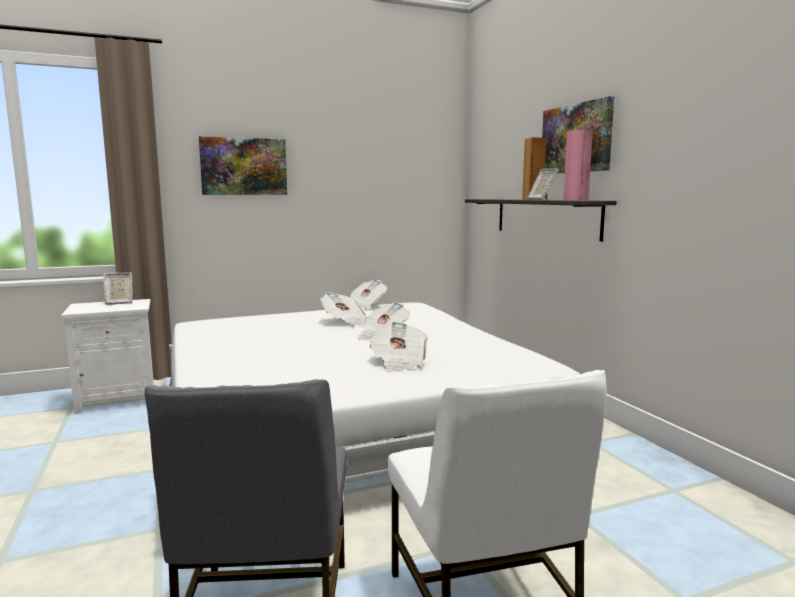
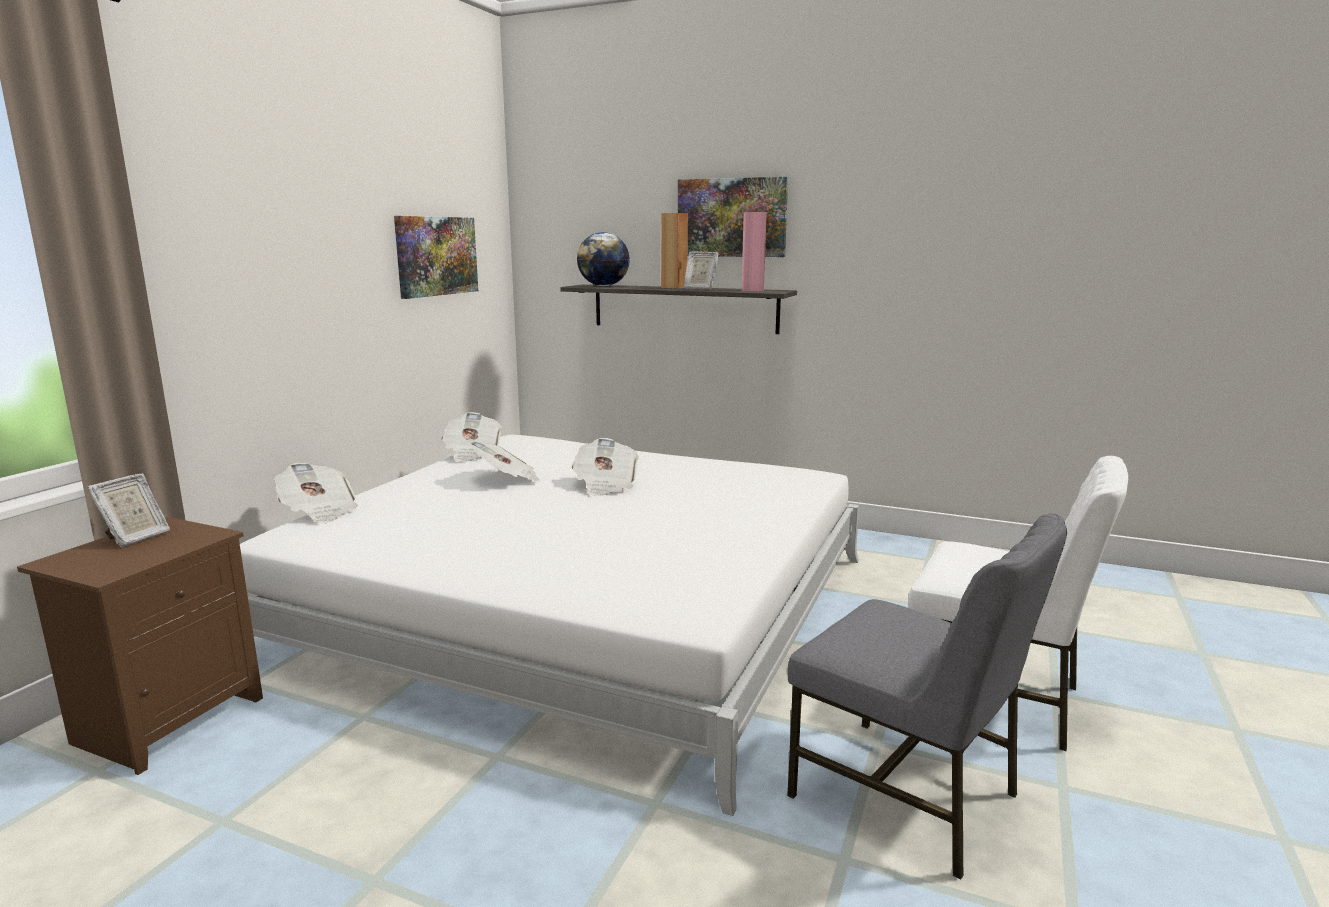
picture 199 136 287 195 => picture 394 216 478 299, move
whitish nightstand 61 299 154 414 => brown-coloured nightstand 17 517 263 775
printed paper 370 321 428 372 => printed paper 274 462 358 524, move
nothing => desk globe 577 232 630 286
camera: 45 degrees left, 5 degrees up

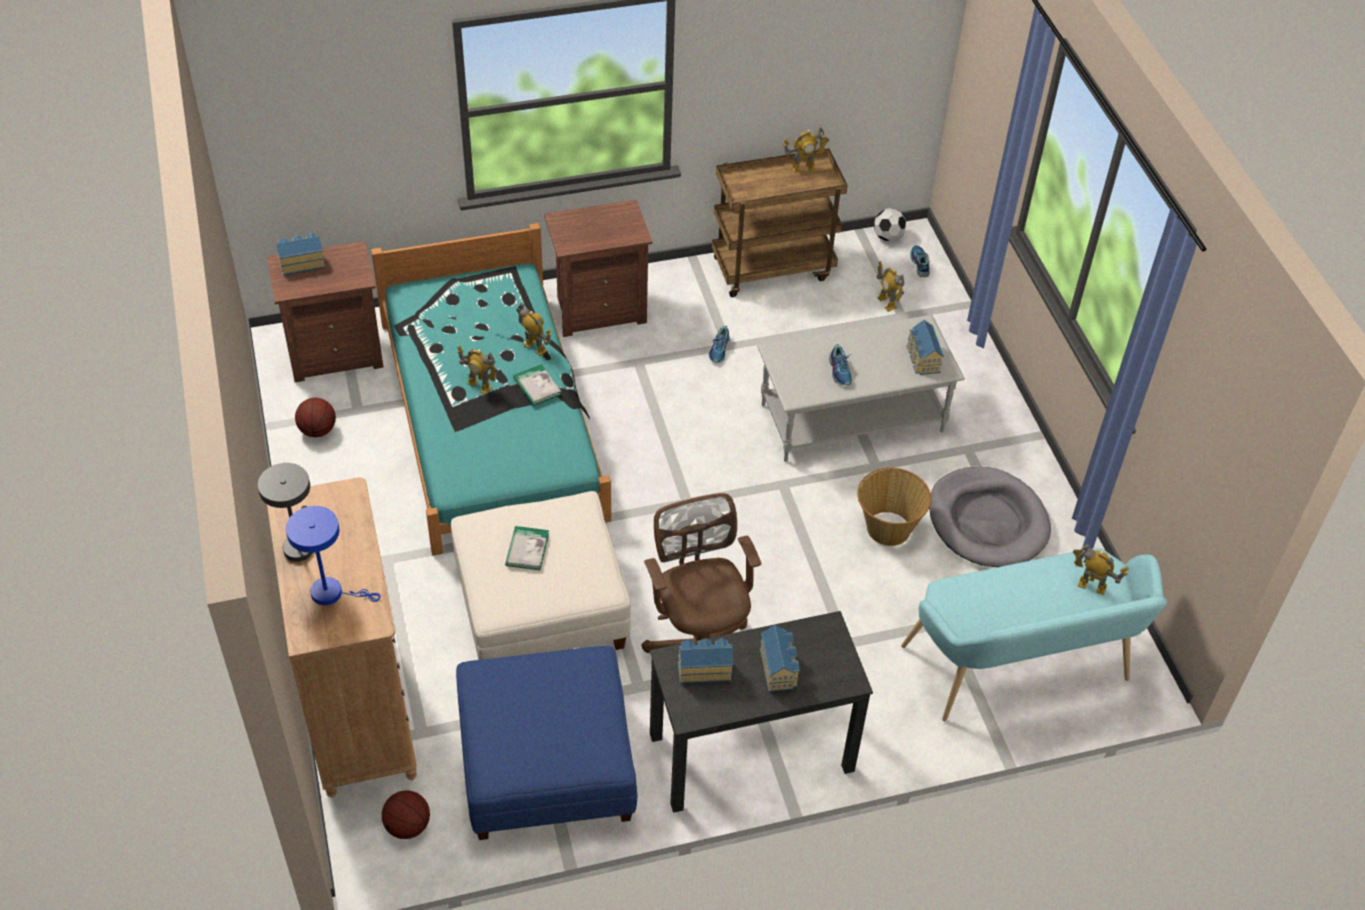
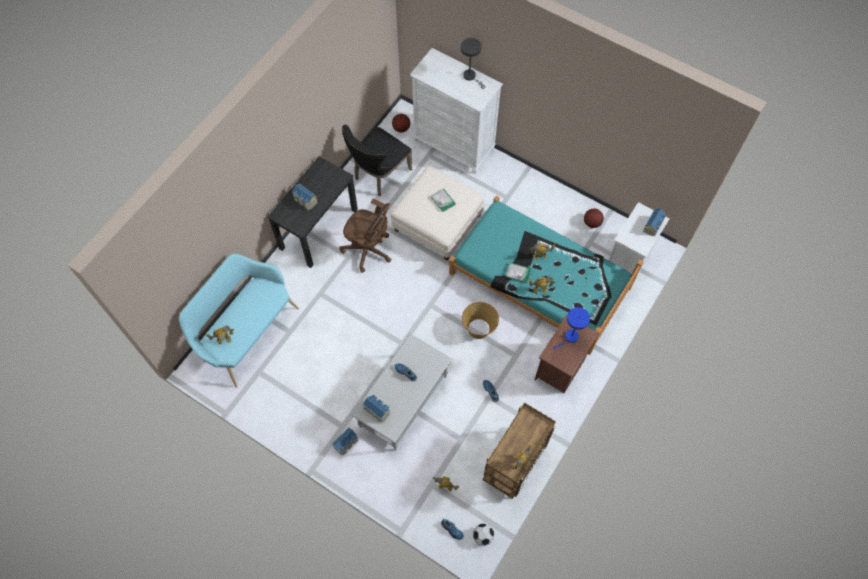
brown-coloured nightstand 267 241 384 382 => whitish nightstand 608 202 670 274
grey pet bed 929 467 1051 567 => nothing
storage basket 857 468 931 546 => storage basket 462 302 499 339, move
brown-coloured chest of drawers 267 477 417 797 => whitish chest of drawers 410 48 503 174
blue-coloured table lamp 286 506 381 605 => blue-coloured table lamp 553 307 590 349, move
toy house 678 638 733 684 => toy house 332 428 358 455, move
blue-coloured pouffe 456 646 637 840 => black chair 342 124 412 196
camera: 140 degrees right, 15 degrees up

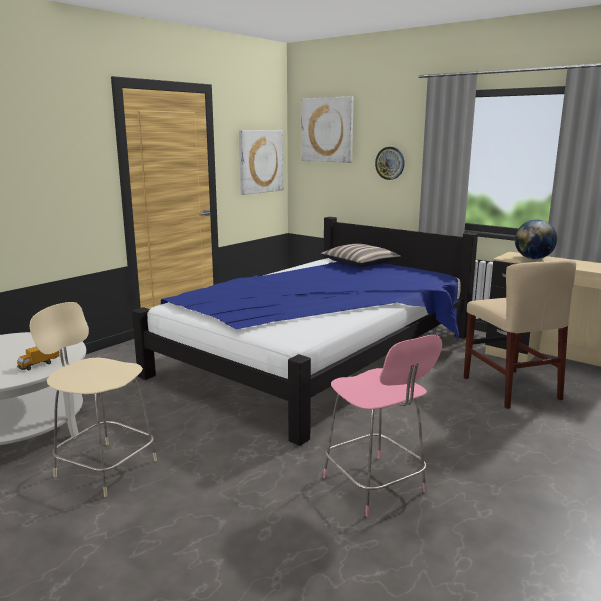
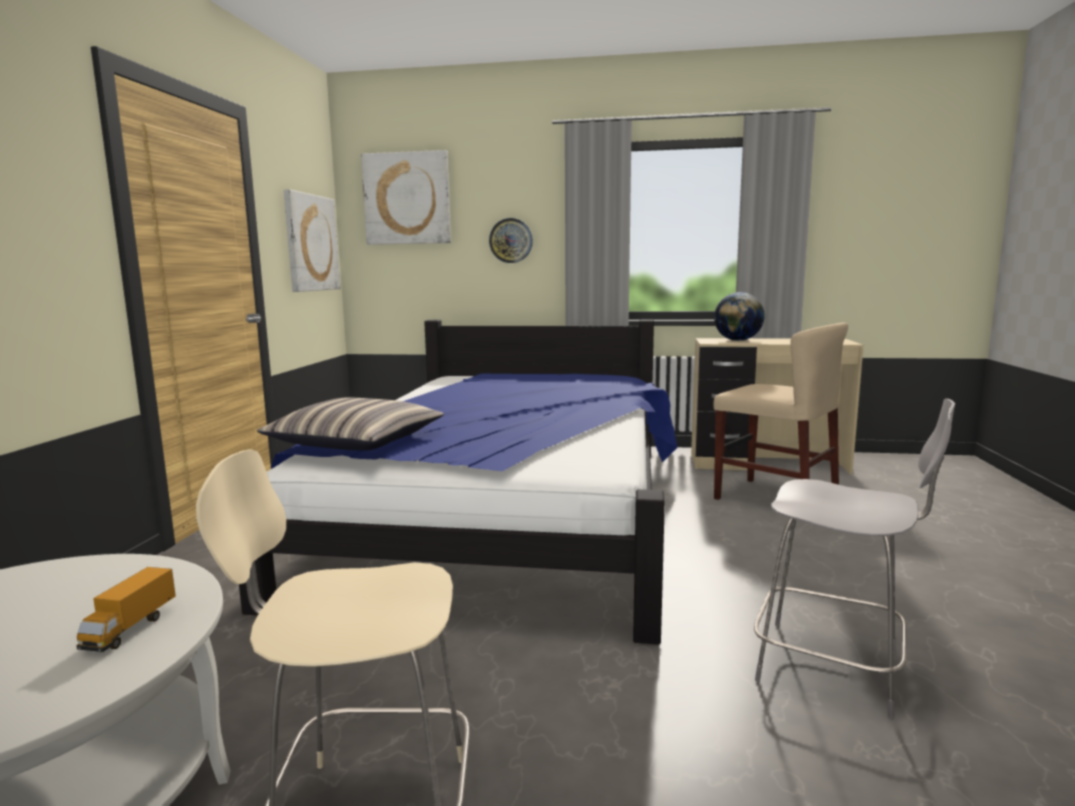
pillow 321 243 401 267 => pillow 257 397 444 451, move
pink-coloured chair 323 335 442 517 => grey chair 754 399 955 719
camera: 30 degrees left, 5 degrees down

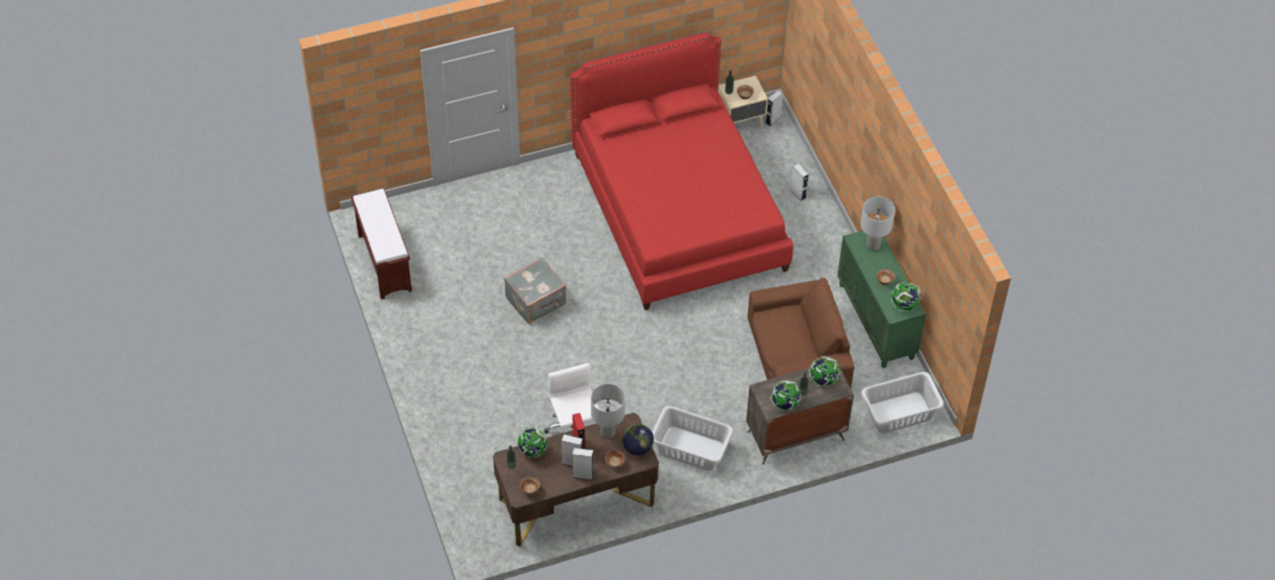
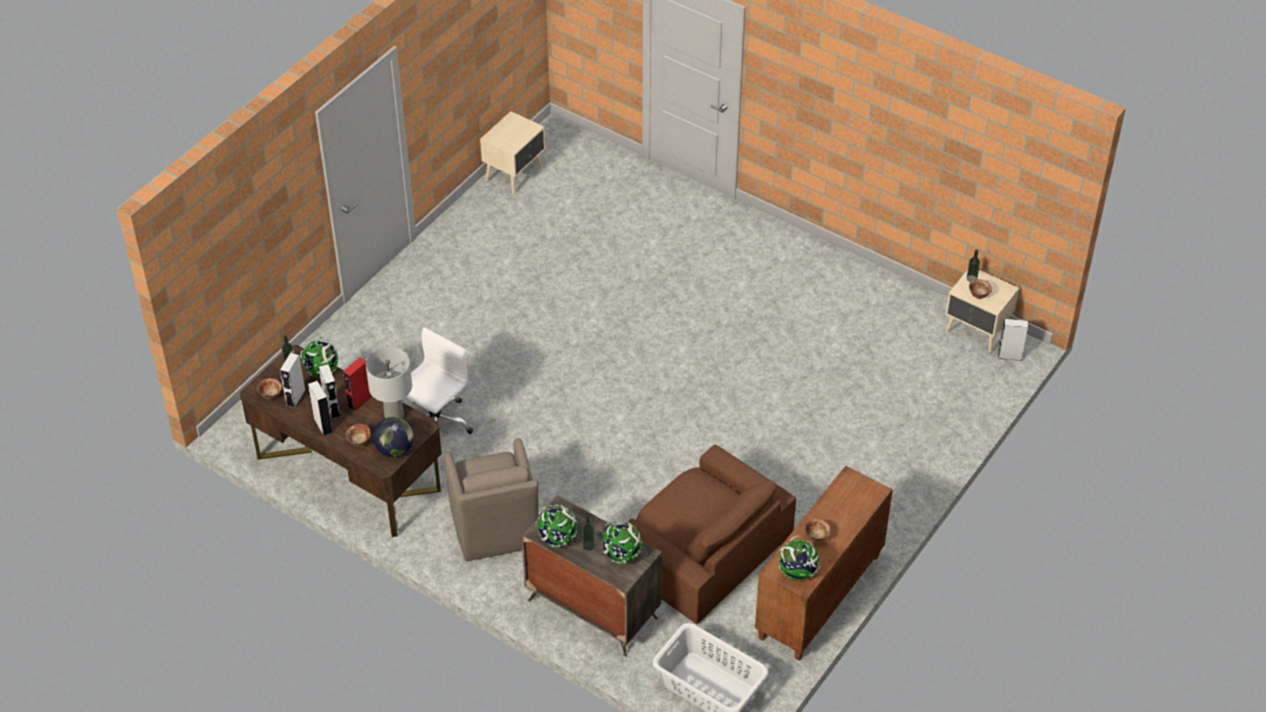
red bedroom bed 570 32 793 310 => nothing
grey loudspeaker 790 164 809 201 => grey loudspeaker 280 353 305 408, move
brown-coloured bench 351 189 412 299 => beige-coloured nightstand 480 111 545 194
grey table lamp 861 197 895 251 => nothing
greenish cabinet 837 231 926 368 => brown-coloured cabinet 755 466 893 660
grey travel case 504 258 566 324 => nothing
grey hamper 652 406 733 471 => brown-coloured lounge chair 444 438 539 561
camera: 55 degrees right, 5 degrees down

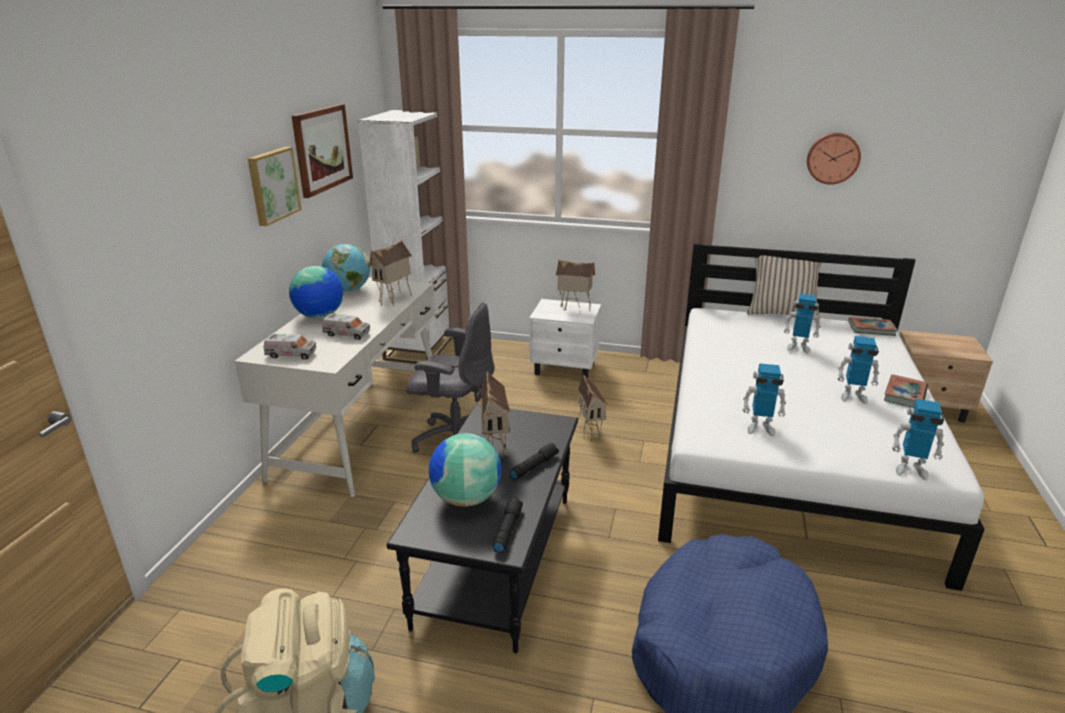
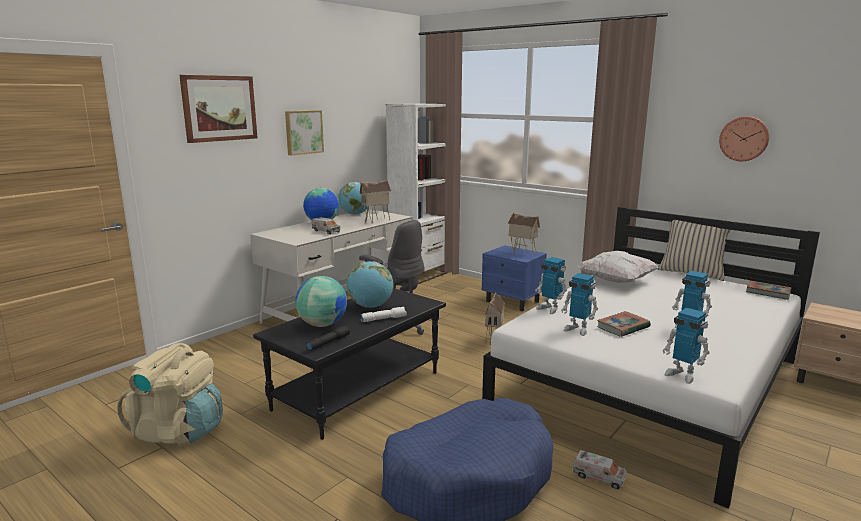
picture 292 104 353 198 => picture 179 75 258 143, move
model robot 784 294 821 354 => model robot 535 257 567 314, move
whitish nightstand 529 299 601 378 => blue-coloured nightstand 482 245 547 311
toy truck 264 334 316 359 => toy truck 572 450 627 490, move
toy house 481 371 511 456 => desk globe 347 261 394 308
book 884 374 928 408 => book 597 311 651 337, move
black hand torch 510 443 559 480 => whitish hand torch 361 307 407 322
nothing => whitish pillow 577 251 658 283
camera: 25 degrees right, 10 degrees down

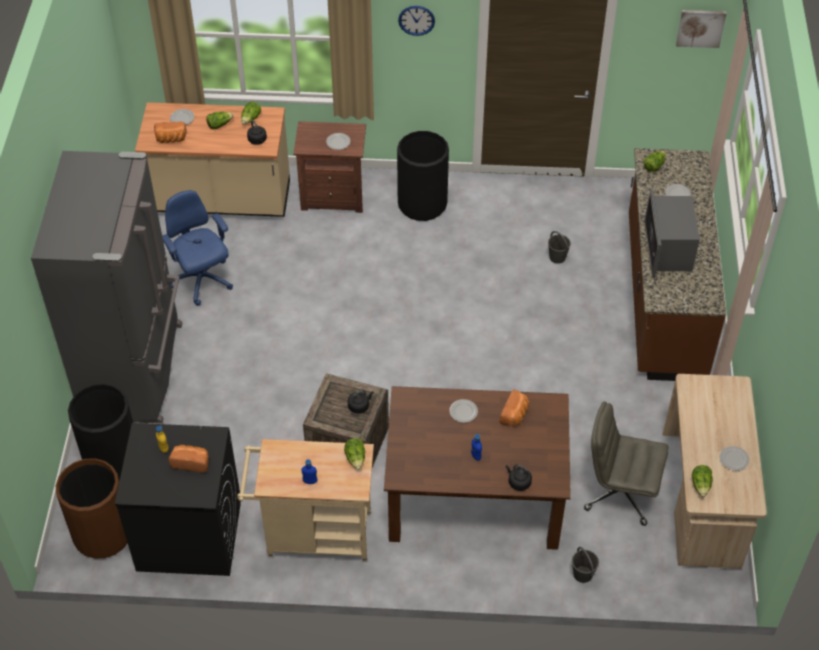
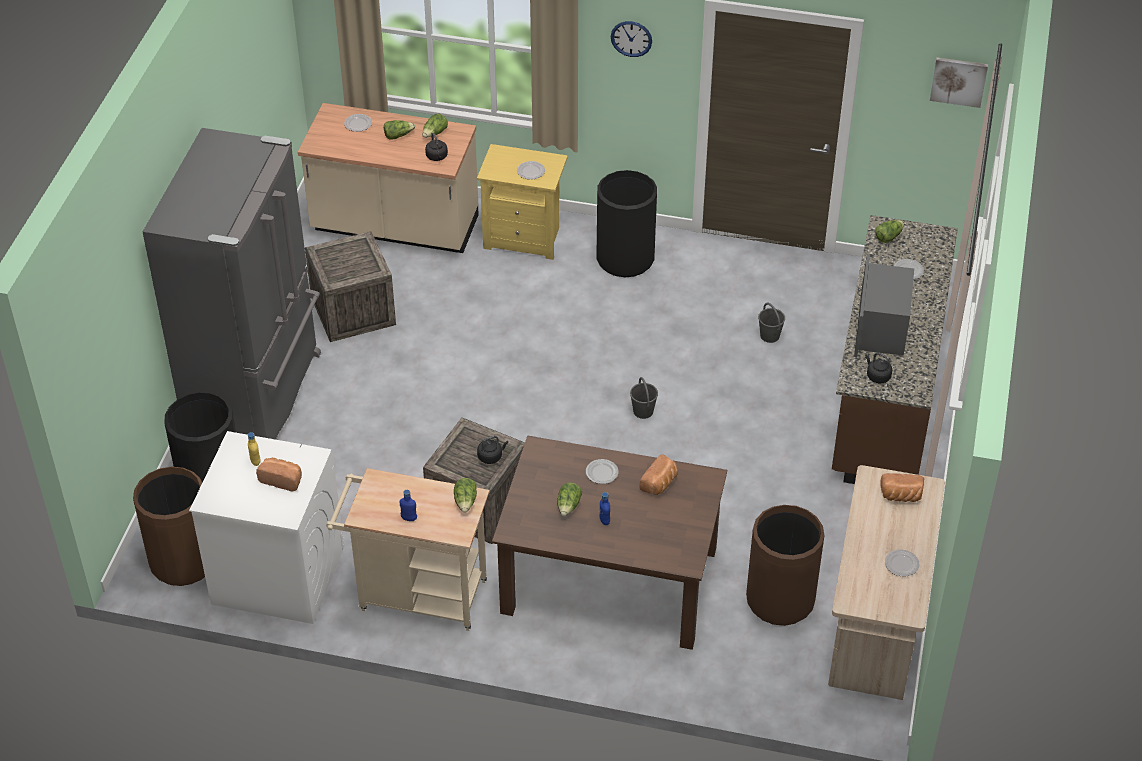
brown-coloured nightstand 293 121 366 213 => yellow-coloured nightstand 477 144 568 260
bread 154 122 186 143 => bread 881 473 924 502, move
blue-coloured office chair 162 190 233 306 => shipping crate 305 231 396 342
grey office chair 584 402 669 526 => brown-coloured rubbish bin 746 505 825 626
black laundry appliance 115 423 241 576 => whitish laundry appliance 189 431 344 624
black kettle 505 464 532 491 => black kettle 865 353 892 383, move
lettuce 692 465 713 497 => lettuce 557 483 582 516, move
grey bucket 572 547 599 583 => grey bucket 630 377 658 419, move
camera: 10 degrees right, 5 degrees down

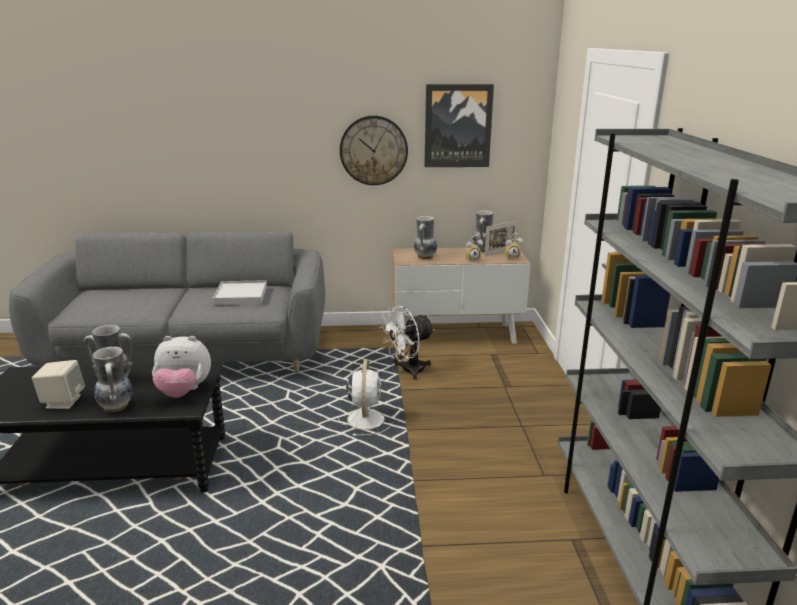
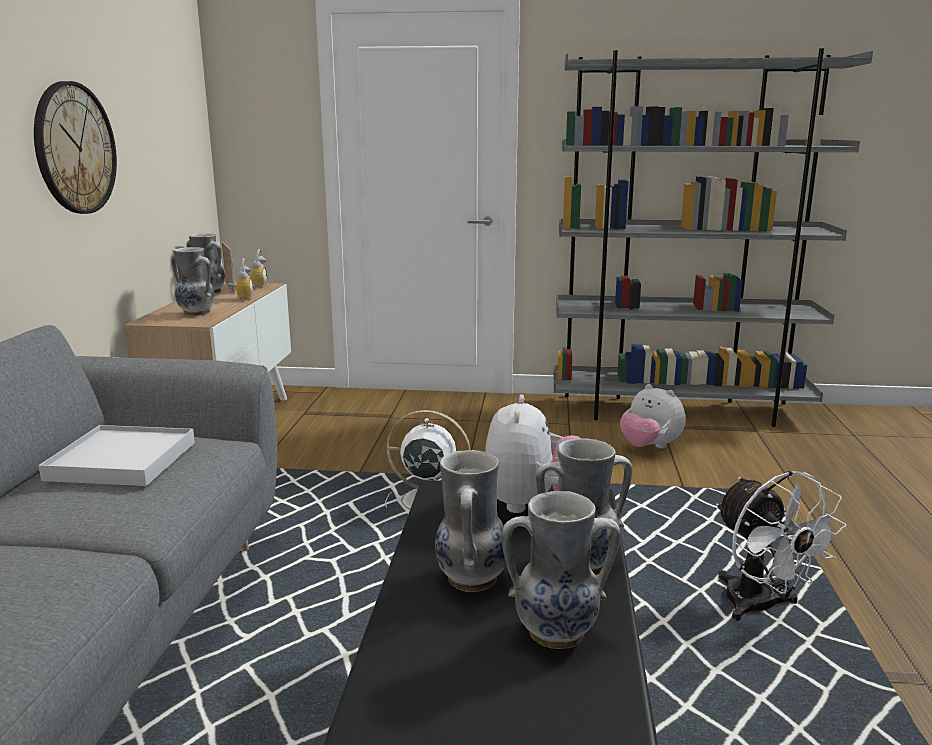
picture 424 84 494 167 => nothing
whitish cooling fan 380 306 434 380 => whitish cooling fan 716 471 846 621, move
beige-coloured loudspeaker 32 360 85 409 => decorative vase 502 491 620 649
nothing => plush toy 620 384 685 449
camera: 80 degrees left, 5 degrees down

